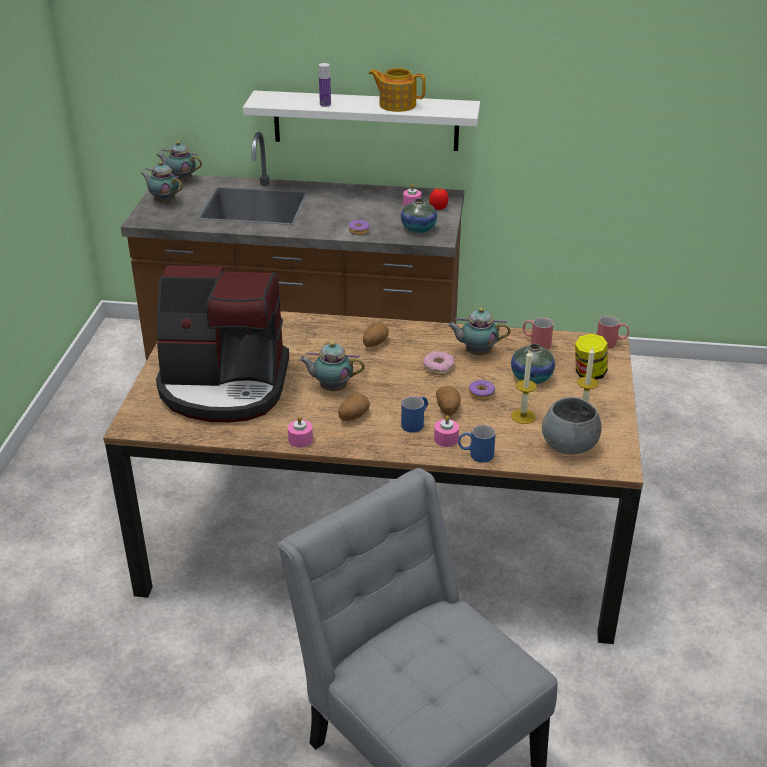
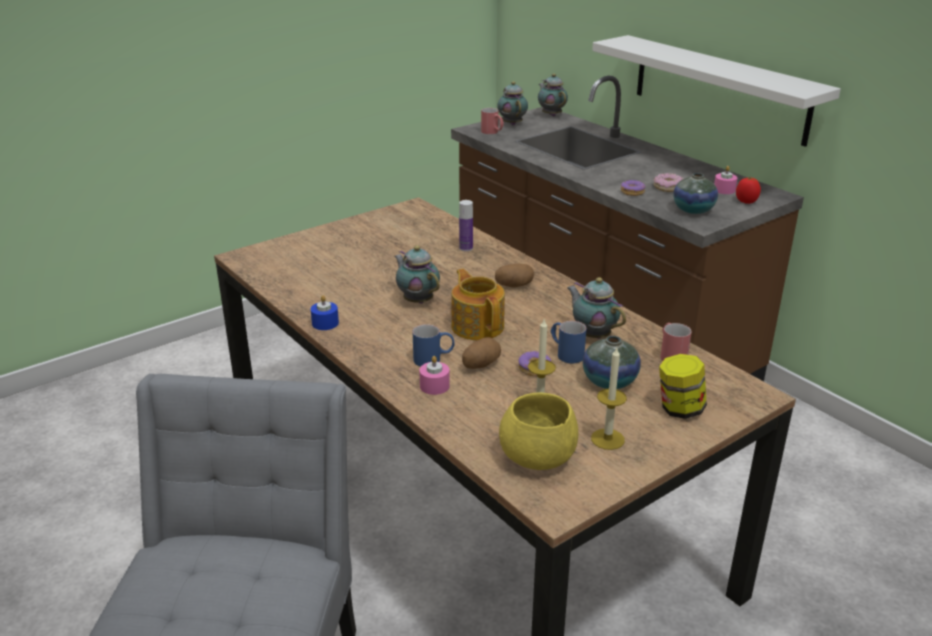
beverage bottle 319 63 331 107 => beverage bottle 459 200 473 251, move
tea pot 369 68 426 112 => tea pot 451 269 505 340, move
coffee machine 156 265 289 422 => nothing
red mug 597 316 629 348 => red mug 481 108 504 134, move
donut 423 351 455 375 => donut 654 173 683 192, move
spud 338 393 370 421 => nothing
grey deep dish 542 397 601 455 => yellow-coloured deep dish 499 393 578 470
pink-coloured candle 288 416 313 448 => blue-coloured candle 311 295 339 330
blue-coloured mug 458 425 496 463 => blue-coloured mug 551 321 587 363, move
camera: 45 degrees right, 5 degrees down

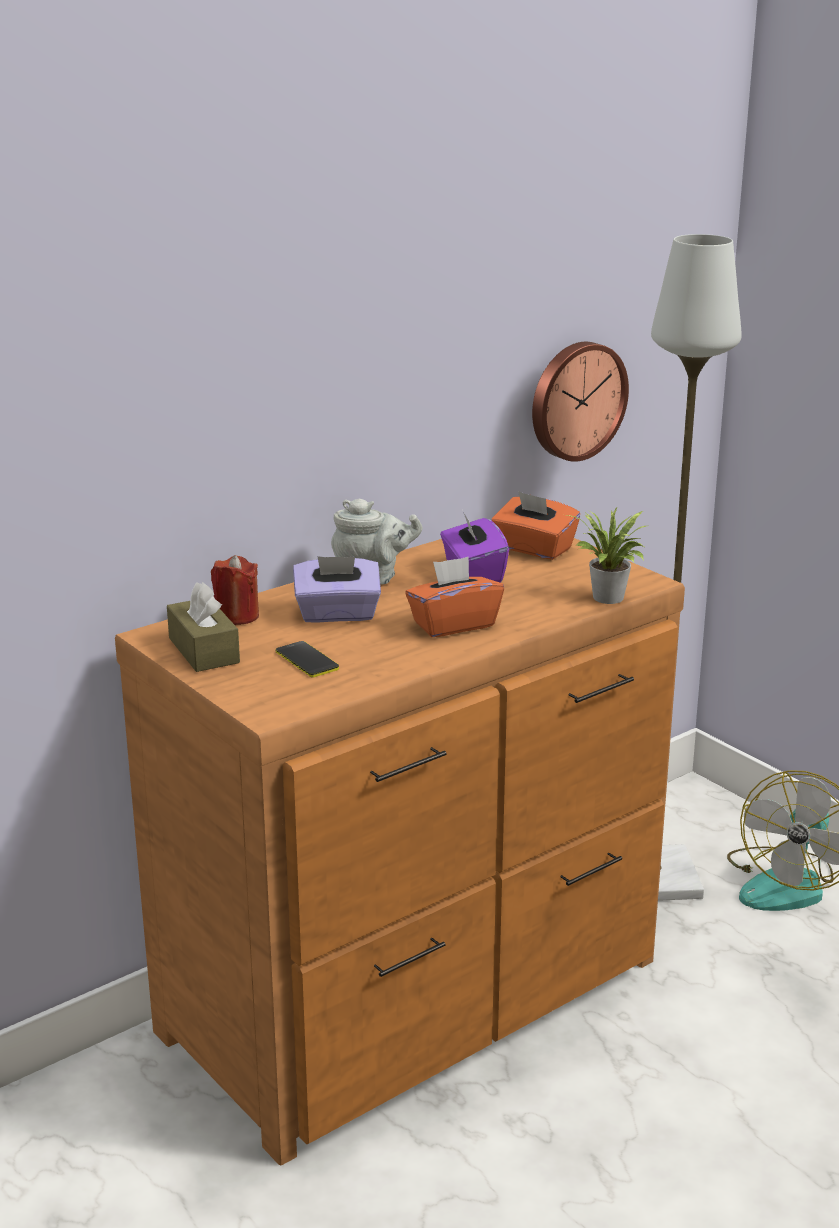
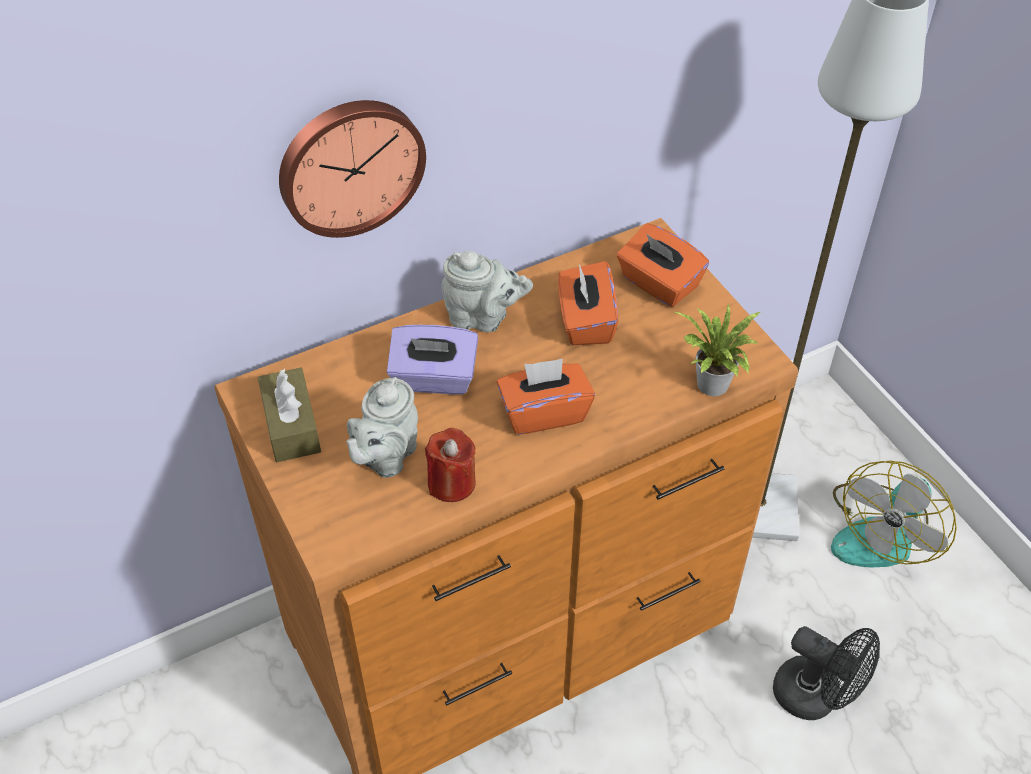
hanging clock 532 342 629 462 => hanging clock 279 100 426 238, move
purple-coloured box of tissues 440 509 509 582 => orange-coloured box of tissues 558 261 618 345
red candle 211 555 259 625 => red candle 425 428 476 502, move
phone 276 641 339 678 => grey tea pot 346 377 418 478
nothing => black cooling fan 773 626 880 720
camera: 10 degrees right, 25 degrees up

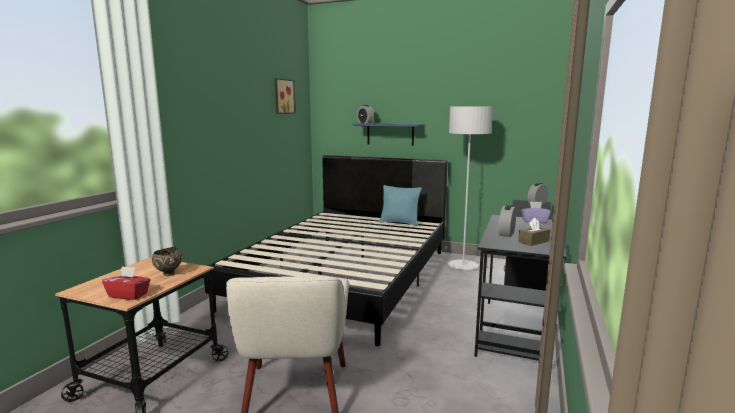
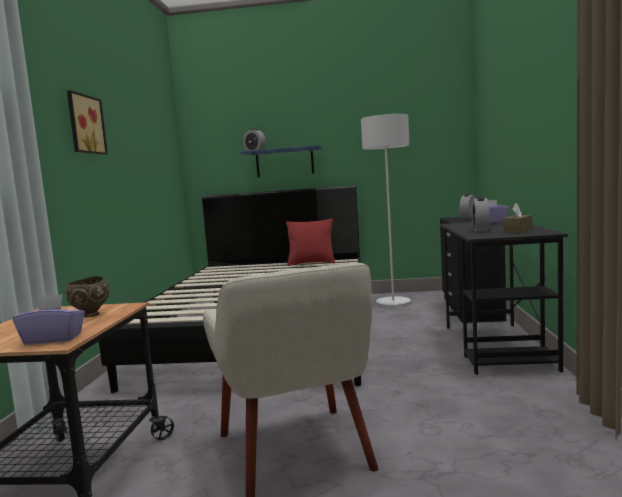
picture 275 78 296 114 => picture 67 90 108 155, move
blue-green pillow 379 185 422 226 => red pillow 286 218 335 266
red box of tissues 102 266 151 300 => purple-coloured box of tissues 13 294 85 345
camera: 15 degrees left, 5 degrees down

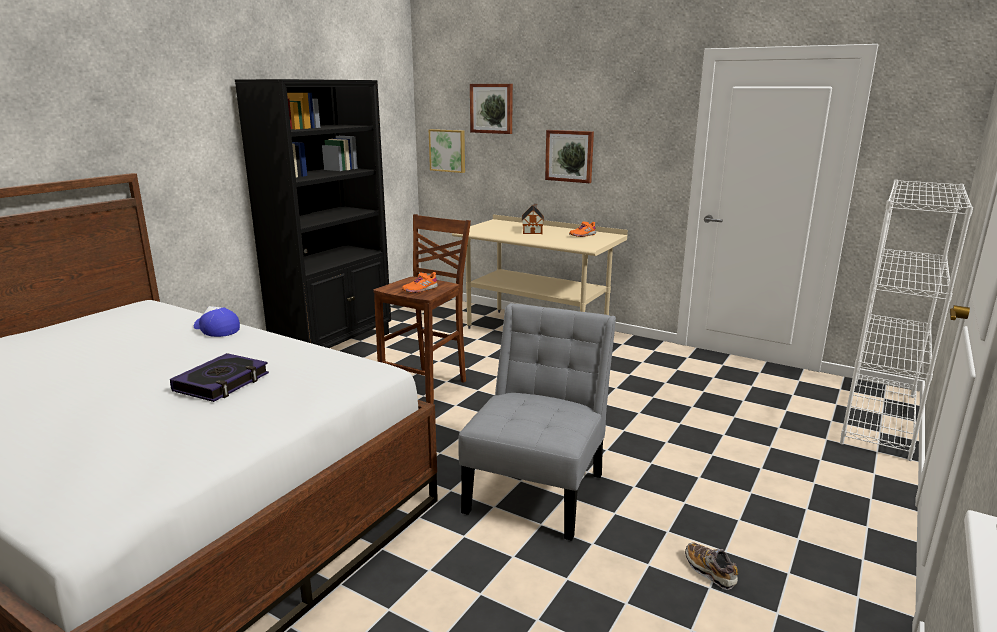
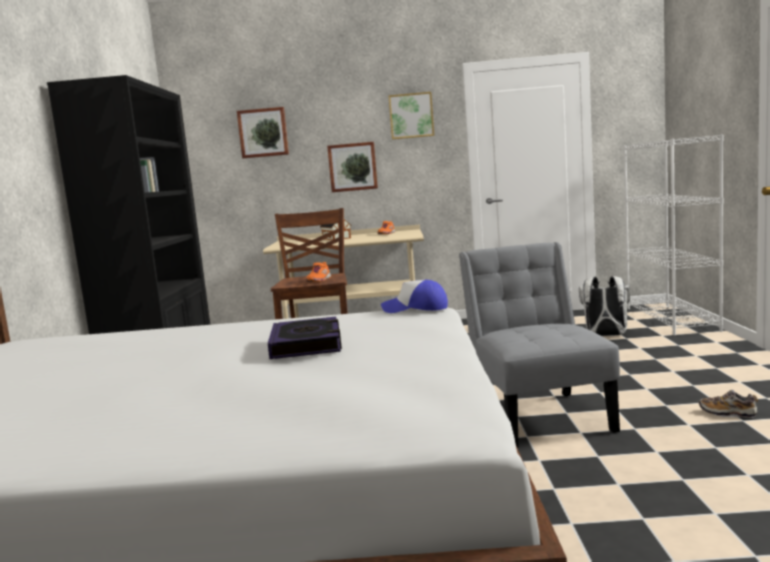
picture 429 129 465 173 => picture 389 92 434 139, move
cap 194 306 240 337 => cap 381 280 448 313, move
nothing => whitish knapsack 579 276 630 336
camera: 30 degrees left, 10 degrees down

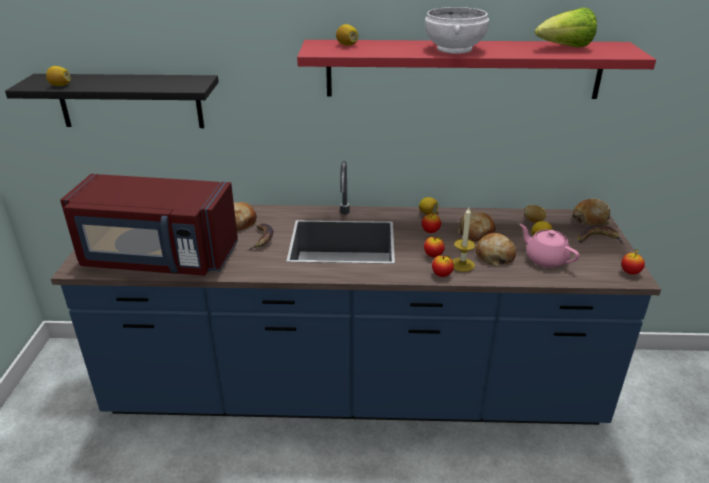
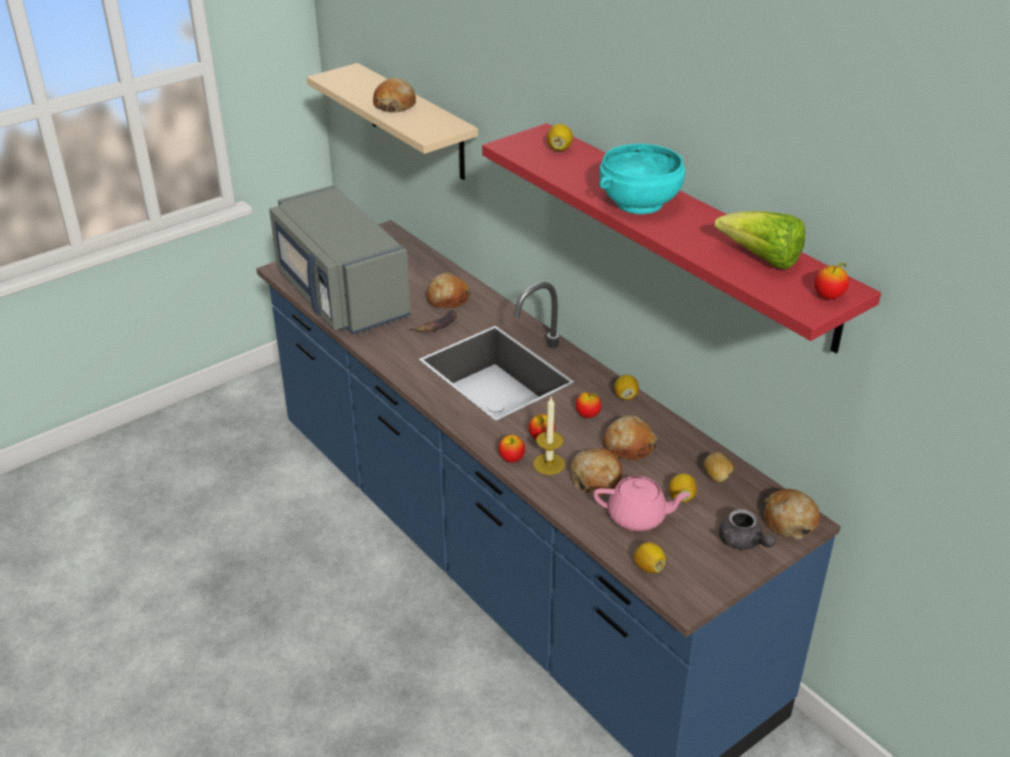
whitish deep dish 425 7 489 54 => blue-green deep dish 599 144 685 214
citrus fruit 46 66 71 86 => citrus fruit 634 542 666 573, move
black shelf 5 74 219 128 => beige-coloured shelf 307 63 478 180
red microwave oven 60 174 238 276 => grey microwave oven 269 185 410 334
pink-coloured tea pot 520 224 580 268 => pink-coloured tea pot 593 476 690 531, 90 degrees clockwise
banana 578 225 623 244 => grey tea pot 719 509 776 550
whole apple 621 249 645 275 => whole apple 814 262 849 300, move
nothing => bread 373 78 416 112
camera: 50 degrees right, 5 degrees up

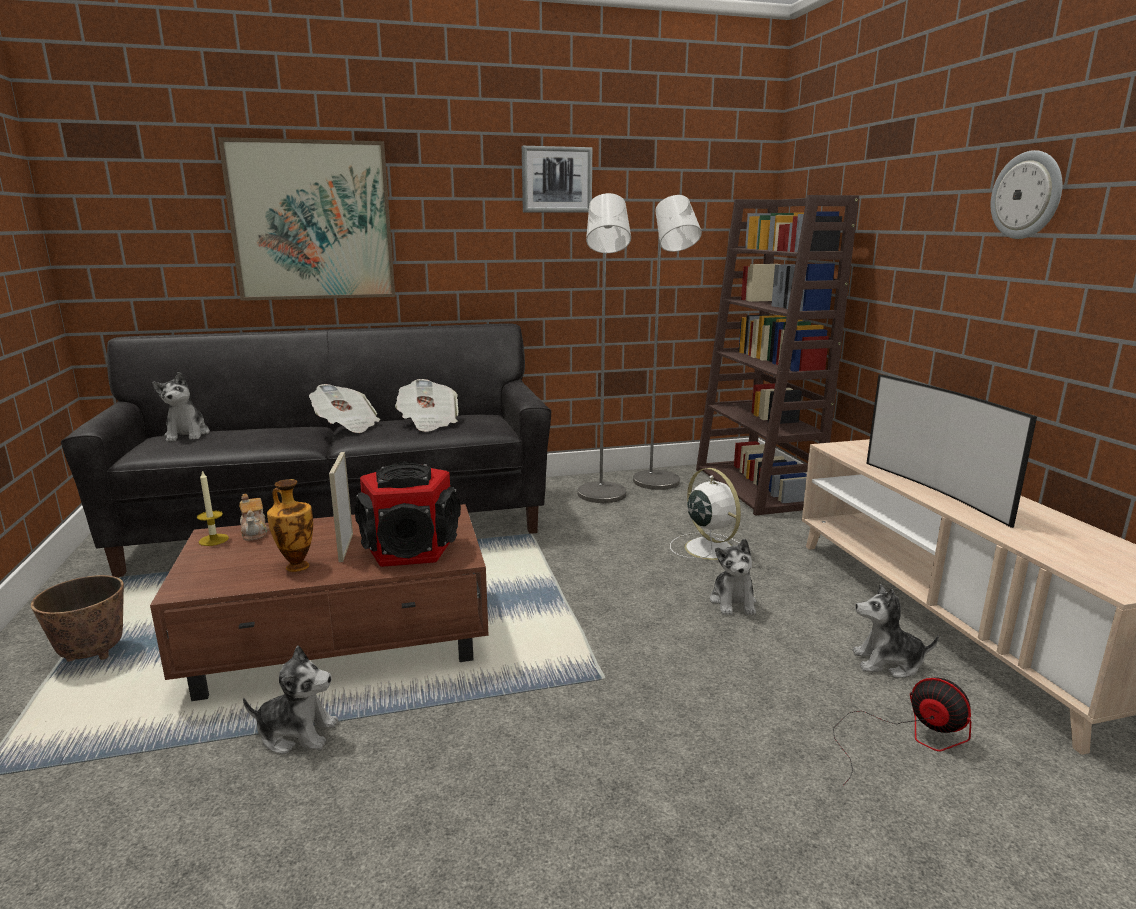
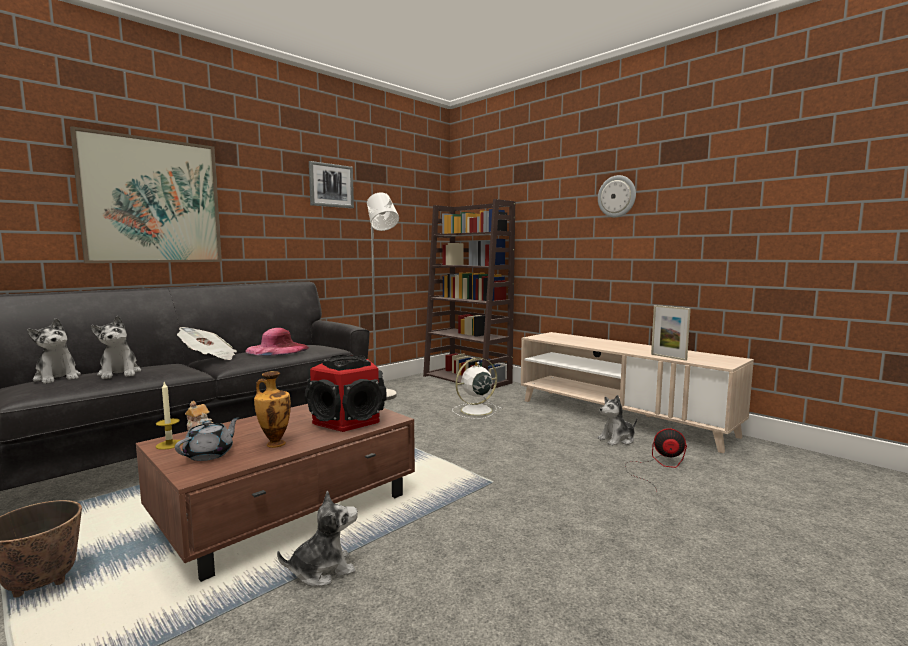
grey standard lamp 633 195 702 490 => nothing
television 866 374 1037 528 => nothing
printed paper 395 379 459 432 => pink-coloured hat 245 328 309 356
standing frame 329 452 353 562 => standing frame 651 305 691 361, move
whitish cooling fan 670 468 741 560 => whitish cooling fan 452 358 502 419, 60 degrees counterclockwise
plush toy 710 539 756 615 => plush toy 91 316 141 379, move
nothing => grey tea pot 175 417 239 461
camera: 30 degrees left, 10 degrees down

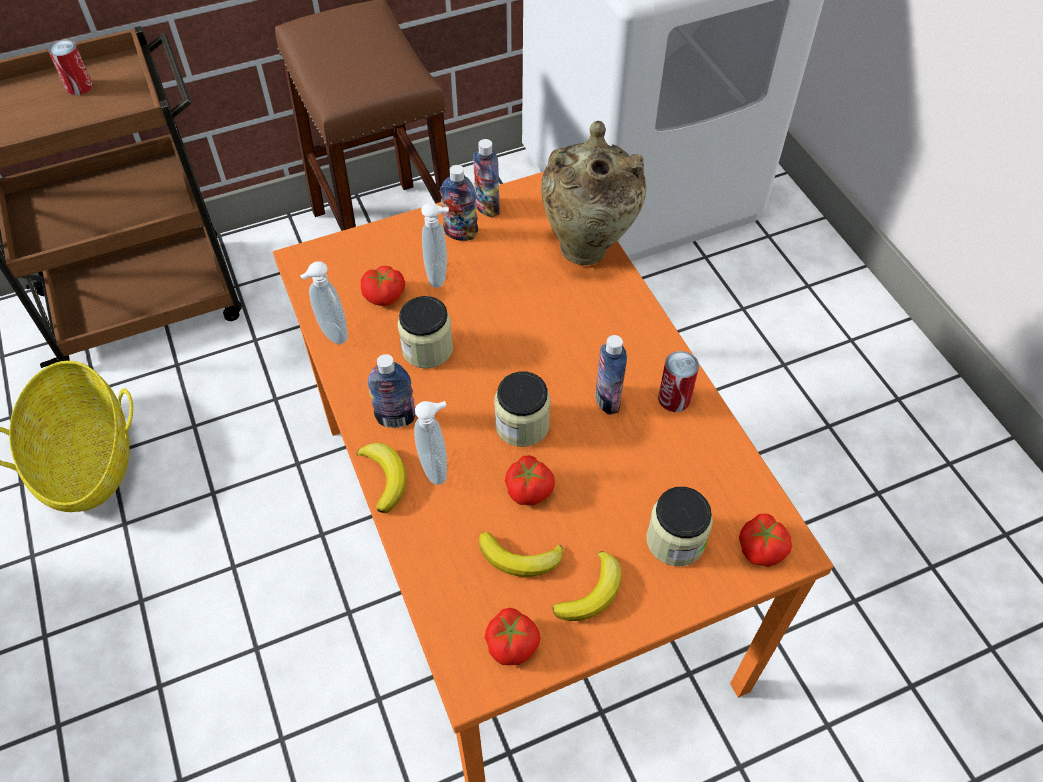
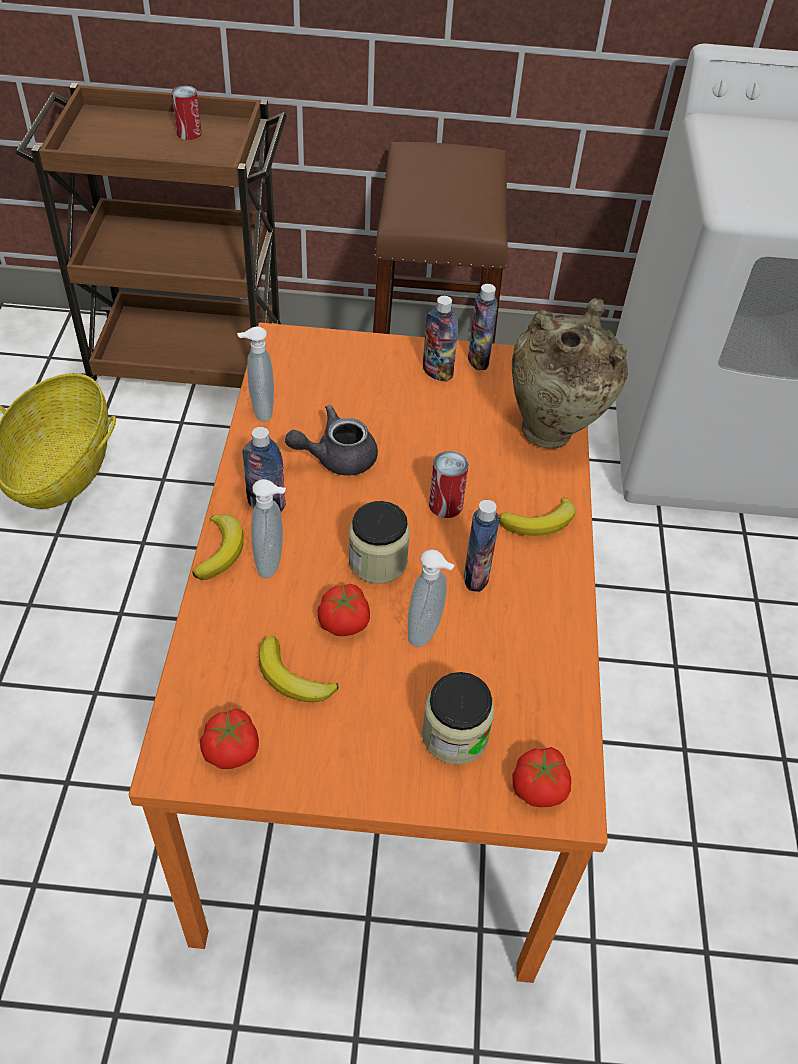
soap bottle 421 203 449 288 => soap bottle 408 549 455 647, move
tomato 361 266 405 306 => nothing
storage jar 397 296 453 368 => grey tea pot 285 405 378 476
can 658 351 699 412 => can 429 451 469 518, move
banana 553 551 622 621 => banana 499 497 575 536, move
camera: 25 degrees right, 5 degrees down

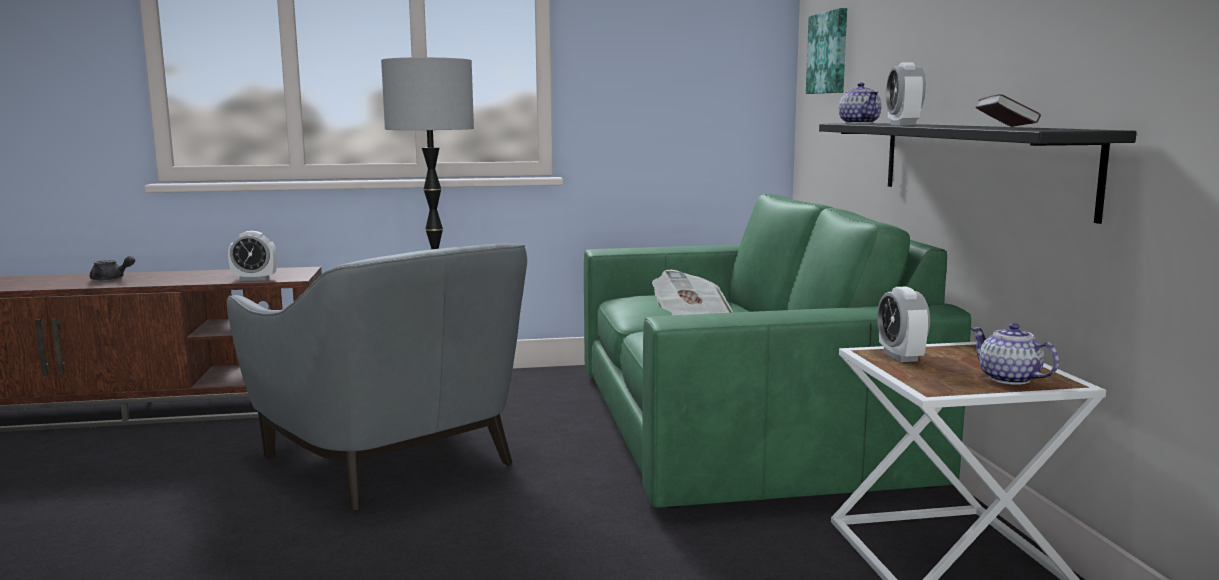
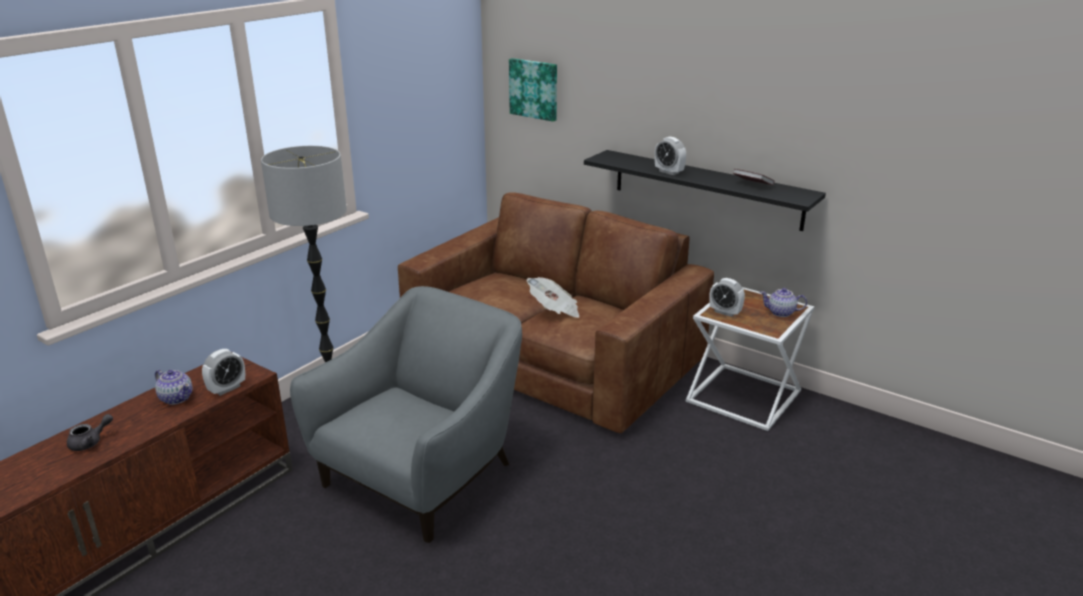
tea pot 839 82 881 124 => tea pot 155 370 193 405, move
greenish sofa 584 194 971 508 => brown-coloured sofa 398 192 714 433
grey lounge chair 227 243 527 511 => grey lounge chair 290 286 522 543, 60 degrees counterclockwise
camera: 45 degrees left, 15 degrees up

